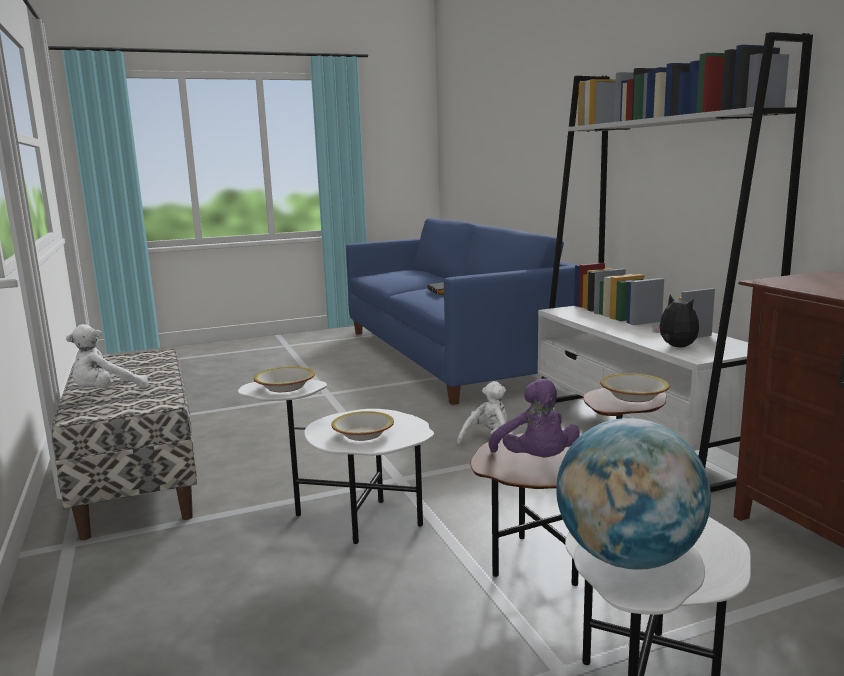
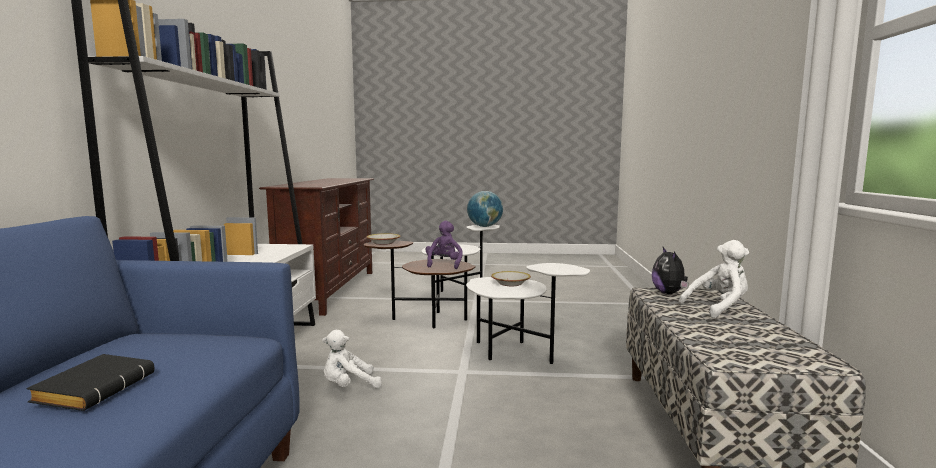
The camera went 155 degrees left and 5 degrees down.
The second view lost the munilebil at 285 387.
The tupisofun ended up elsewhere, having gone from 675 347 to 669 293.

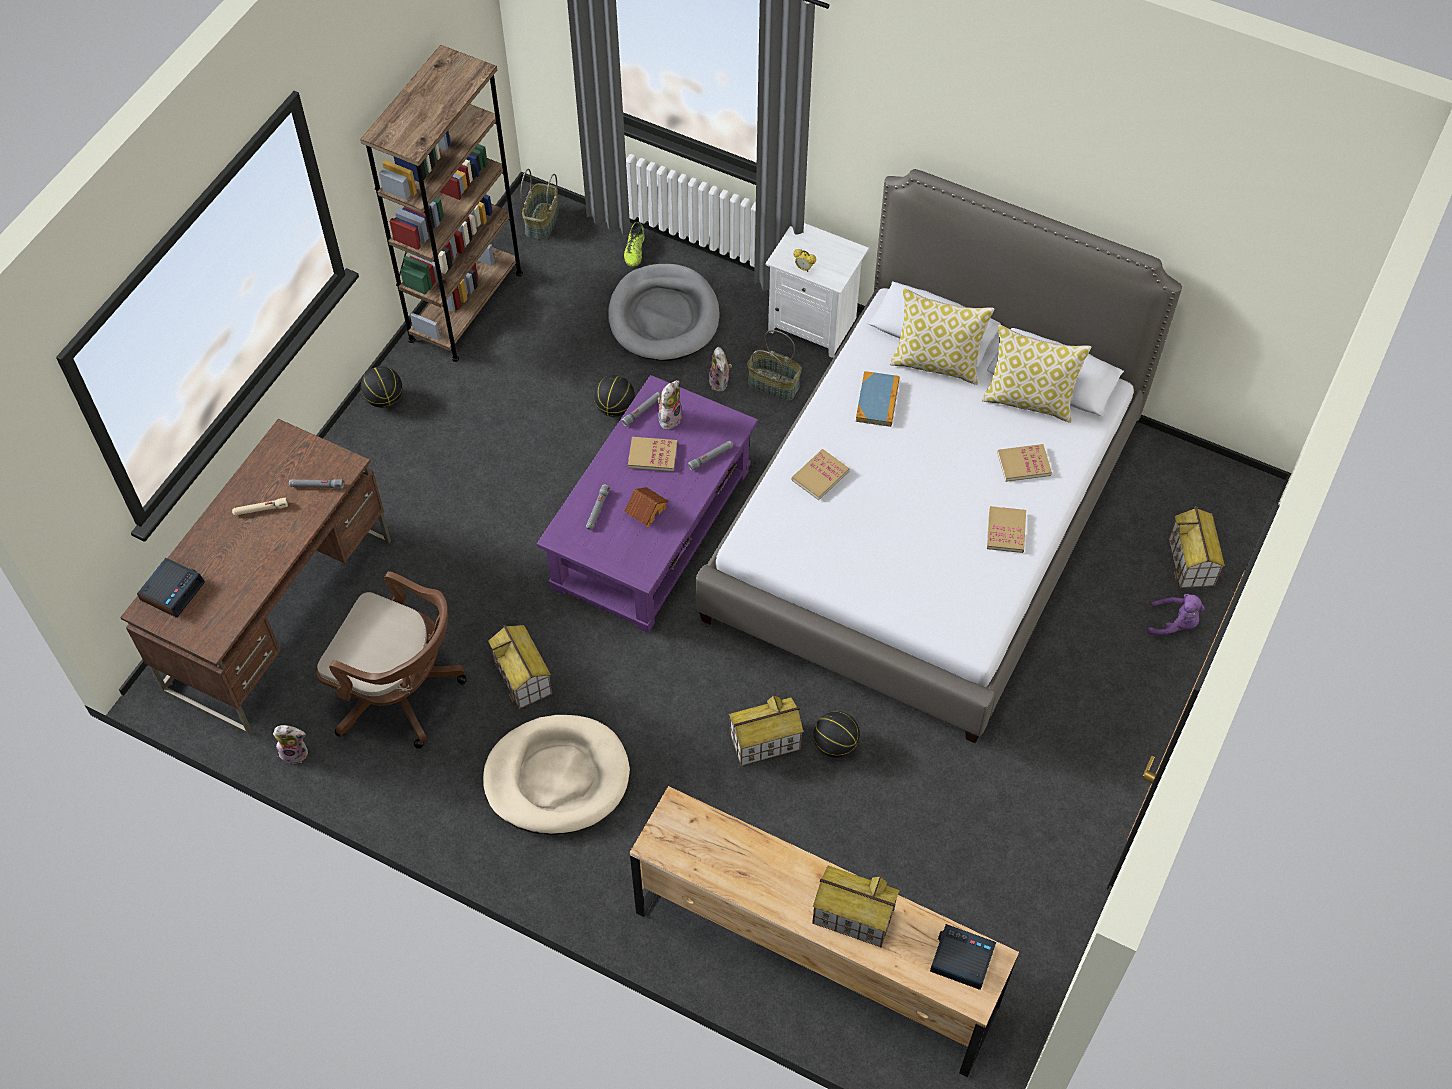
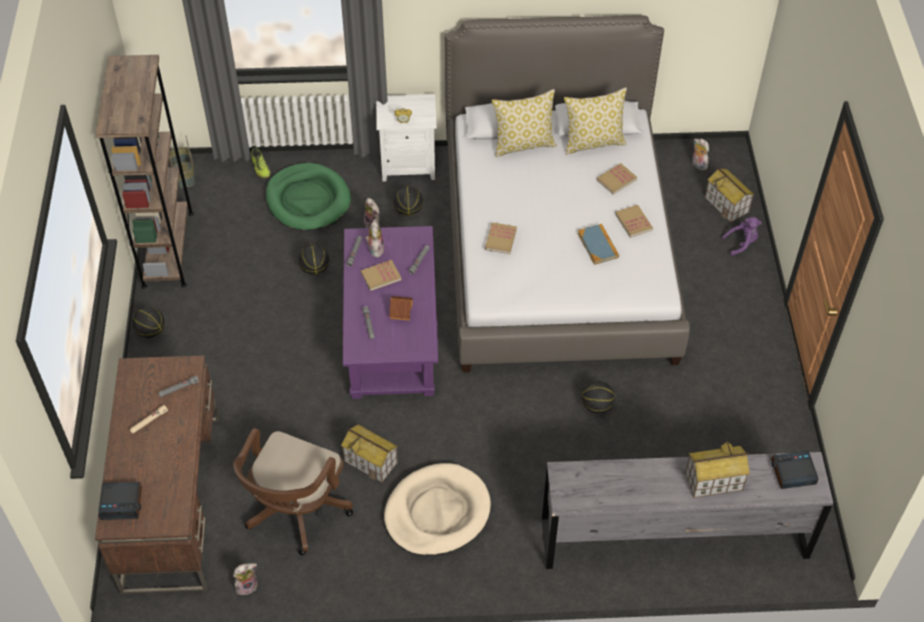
The camera went 30 degrees left and 5 degrees down.
The second view lost the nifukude at 764 742.
The second view gained the tupisofun at 698 165.
The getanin ended up elsewhere, having gone from 877 401 to 598 245.
Where the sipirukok stood at 774 384, the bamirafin came to stand at 408 210.
What was the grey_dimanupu at 664 316 turned into the green_dimanupu at 308 200.
What was the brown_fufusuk at 815 959 turned into the grey_fufusuk at 674 538.
The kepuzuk at 172 590 ended up facing another way, 90 degrees clockwise from before.
The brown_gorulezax at 401 694 ended up facing another way, 120 degrees clockwise from before.

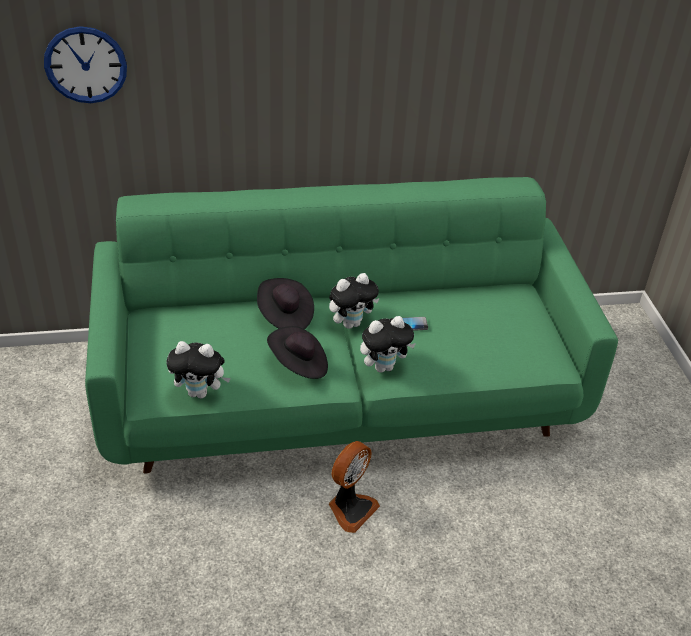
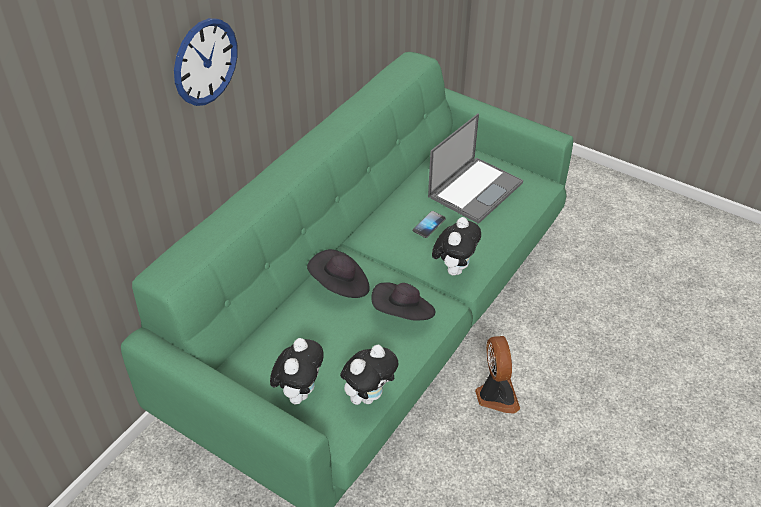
The camera went 45 degrees left and 5 degrees up.
The second view gained the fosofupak at 475 189.
The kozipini ended up elsewhere, having gone from 85 65 to 205 62.
The tupisofun ended up elsewhere, having gone from 351 323 to 299 392.

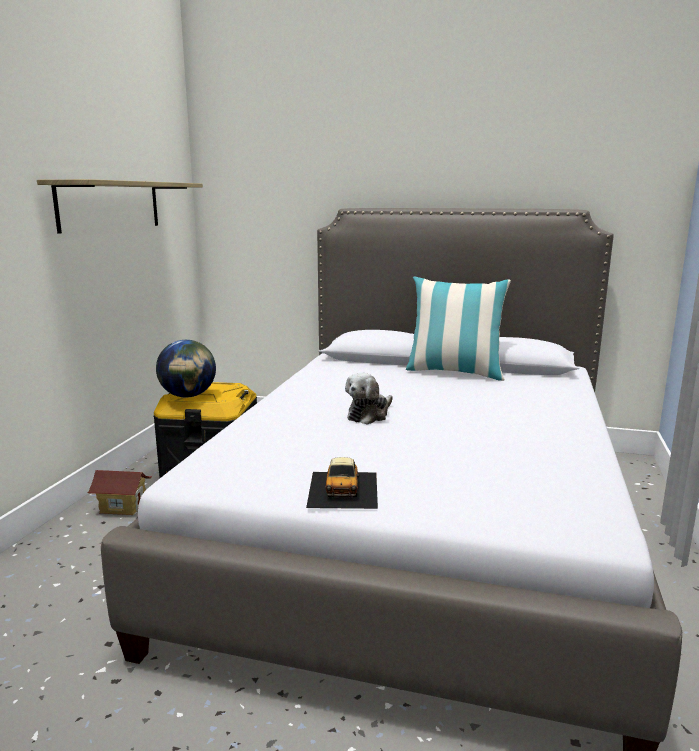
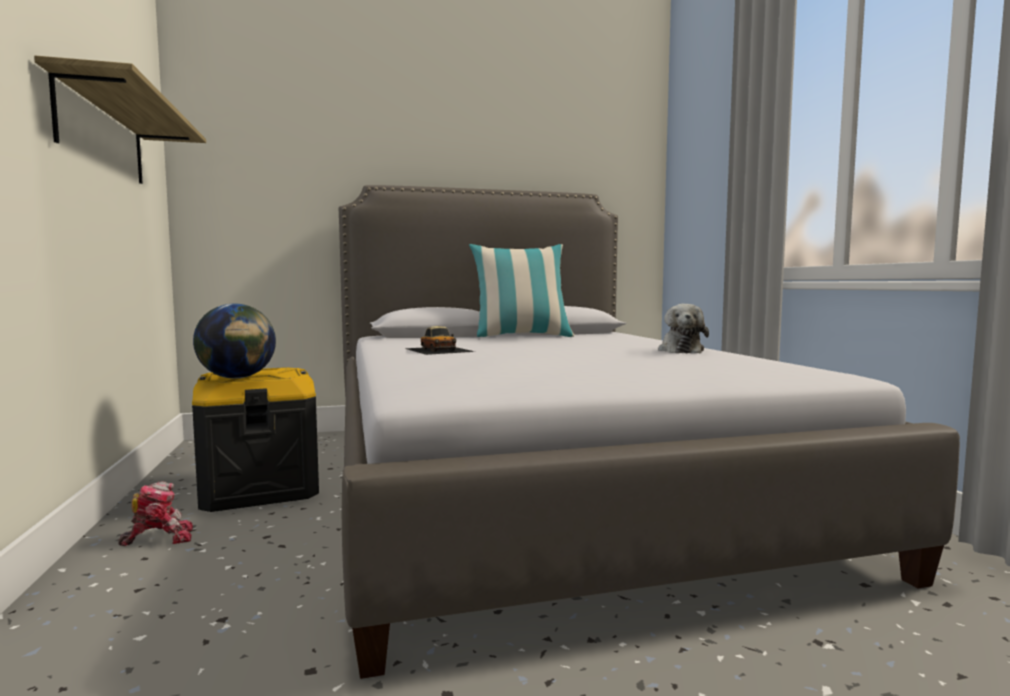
The camera went 30 degrees left and 10 degrees down.
The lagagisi ended up elsewhere, having gone from 343 488 to 439 350.
The tupisofun ended up elsewhere, having gone from 369 415 to 680 350.
Where the nifukude stood at 123 507, the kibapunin came to stand at 159 538.

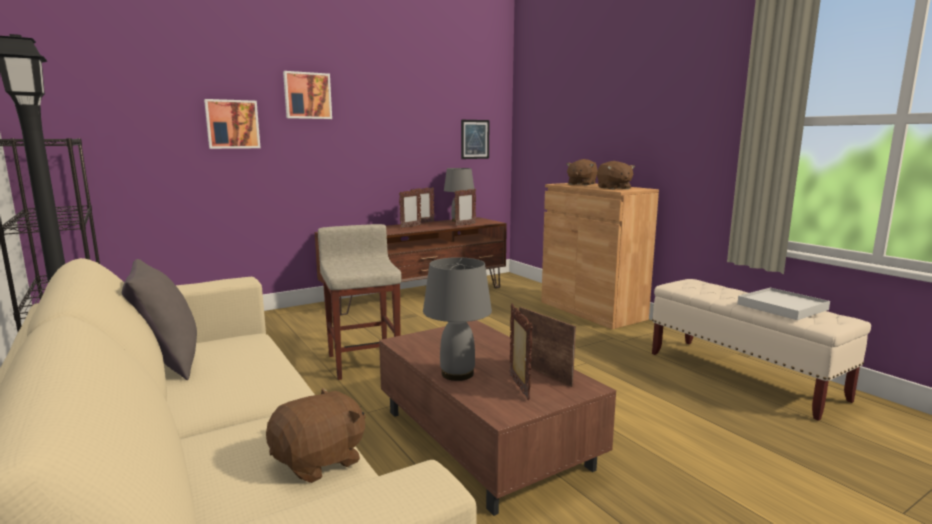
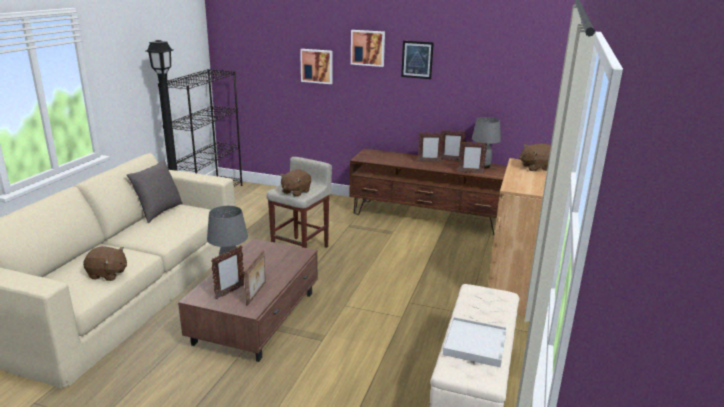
The camera went 50 degrees right and 10 degrees up.
The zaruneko ended up elsewhere, having gone from 475 139 to 417 59.
The brown_tupisofun ended up elsewhere, having gone from 613 188 to 295 192.

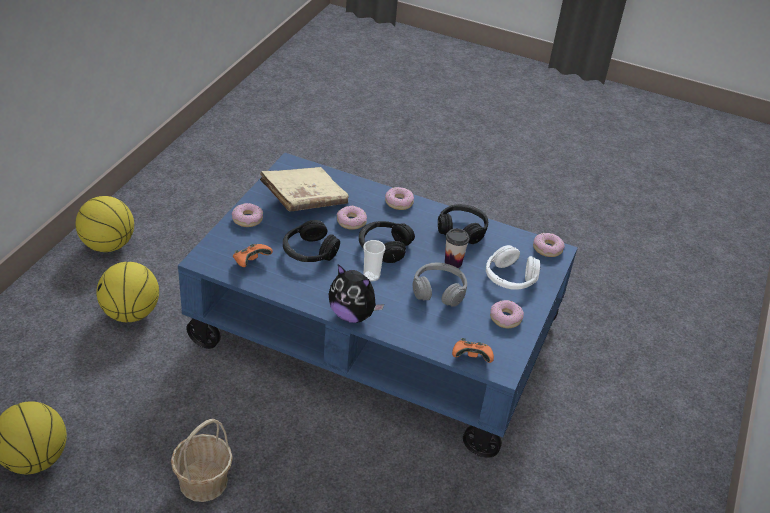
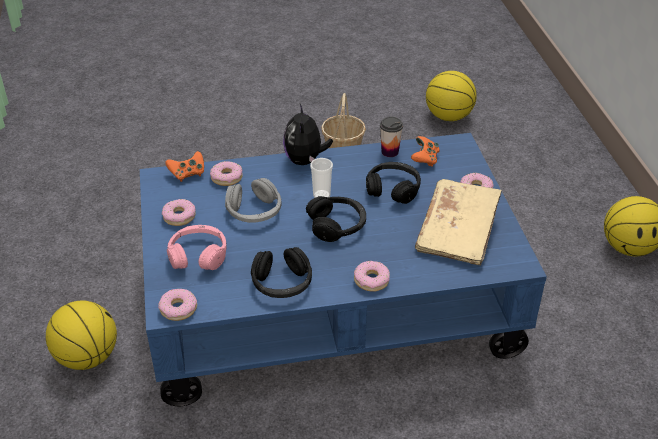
The camera went 150 degrees right and 0 degrees up.
The bamirafin ended up elsewhere, having gone from 130 313 to 87 357.
The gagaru ended up elsewhere, having gone from 351 221 to 227 178.
The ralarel ended up elsewhere, having gone from 453 263 to 390 152.
What was the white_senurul at 510 278 turned into the pink_senurul at 198 255.
The tupisofun at 352 315 ended up facing another way, 90 degrees counterclockwise from before.

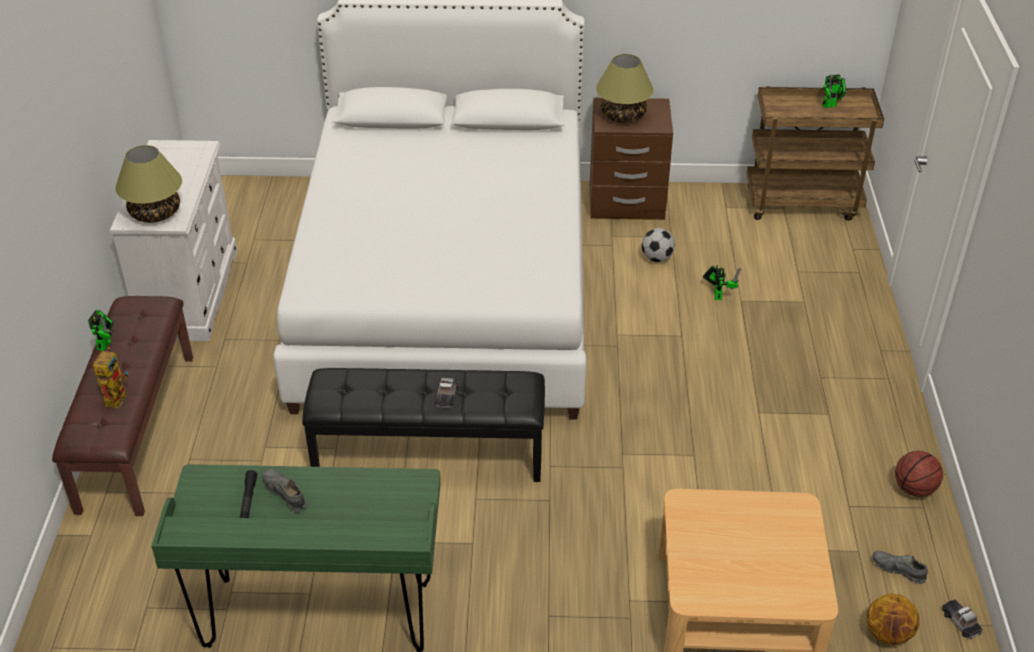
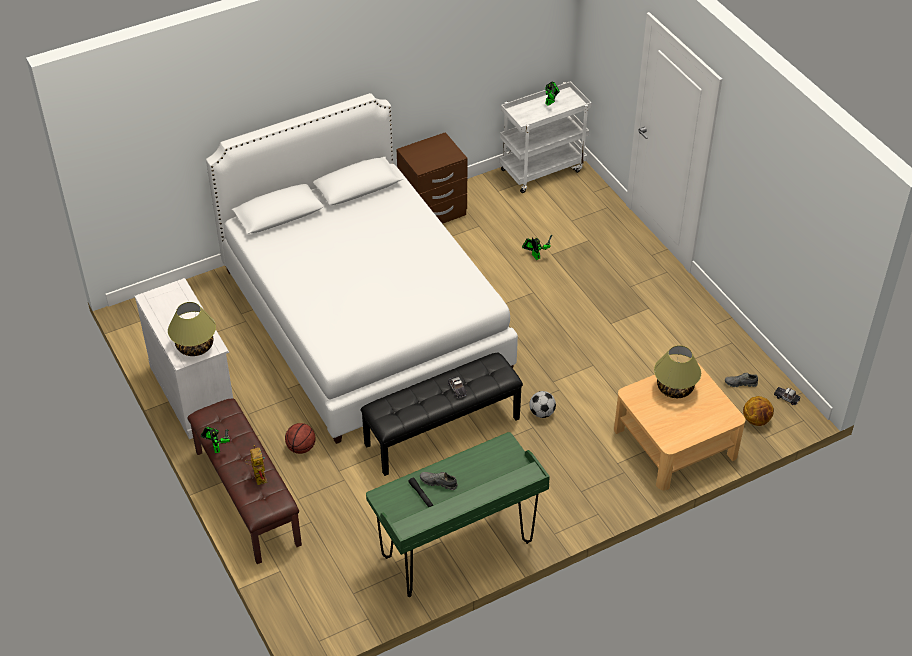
The camera went 30 degrees left and 5 degrees up.
The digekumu ended up elsewhere, having gone from 622 115 to 674 388.
The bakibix ended up elsewhere, having gone from 656 258 to 541 413.
The bamirafin ended up elsewhere, having gone from 914 489 to 301 448.
What was the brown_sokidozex at 803 202 turned into the white_sokidozex at 542 169.

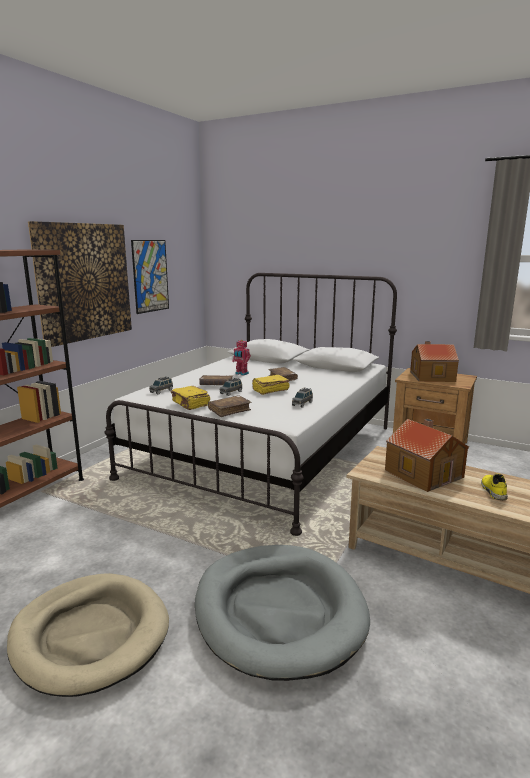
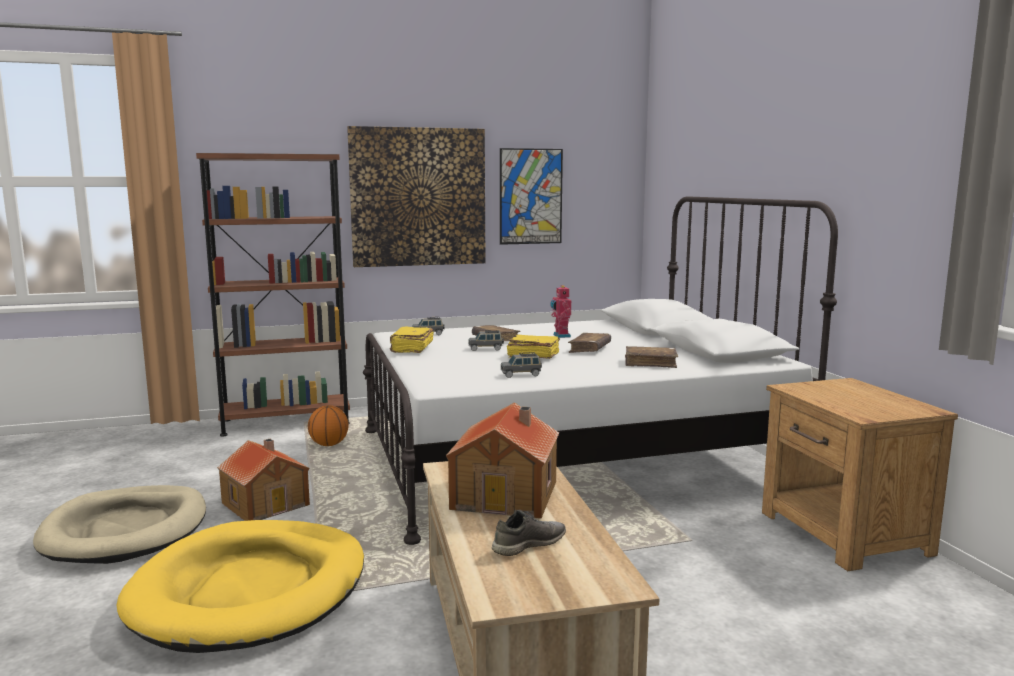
The camera went 45 degrees right and 5 degrees down.
The second view gained the bamirafin at 329 444.
The brown_getanin ended up elsewhere, having gone from 229 410 to 650 363.
The nifukude ended up elsewhere, having gone from 431 376 to 266 503.
What was the grey_dimanupu at 279 611 turned into the yellow_dimanupu at 251 590.
What was the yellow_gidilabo at 492 491 turned into the grey_gidilabo at 528 544.

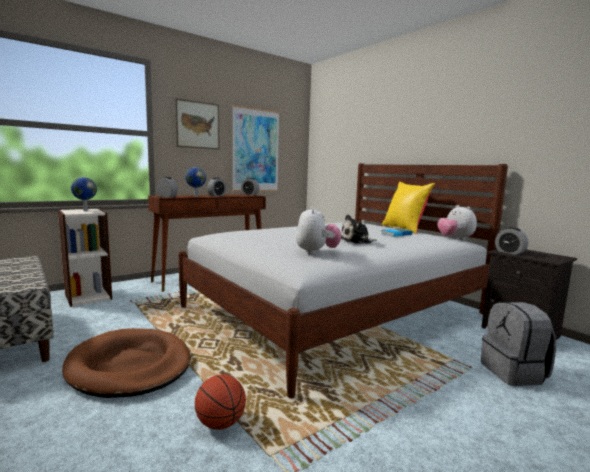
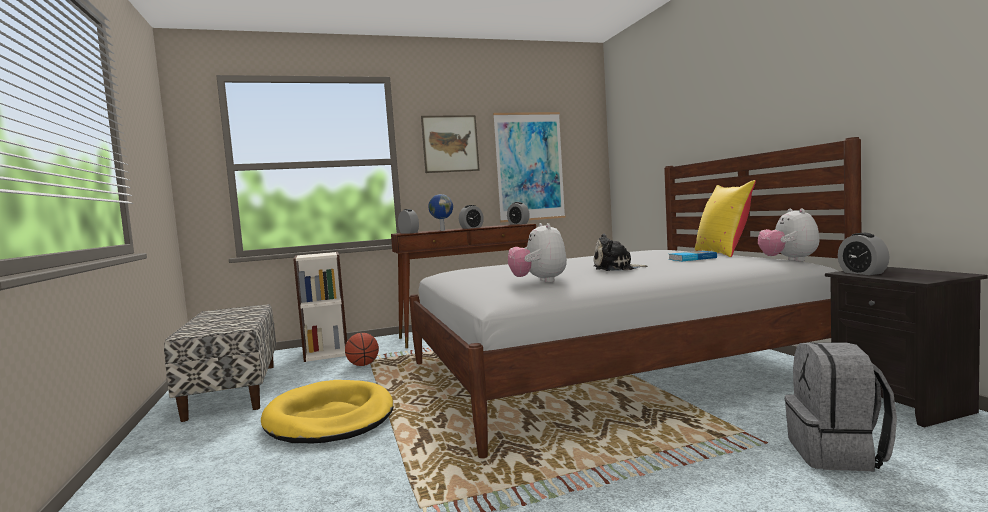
The camera went 20 degrees right and 5 degrees down.
The second view lost the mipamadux at 85 210.
The bamirafin ended up elsewhere, having gone from 220 423 to 363 365.
What was the brown_dimanupu at 130 366 turned into the yellow_dimanupu at 330 418.
The tupisofun at 316 252 ended up facing another way, 150 degrees clockwise from before.

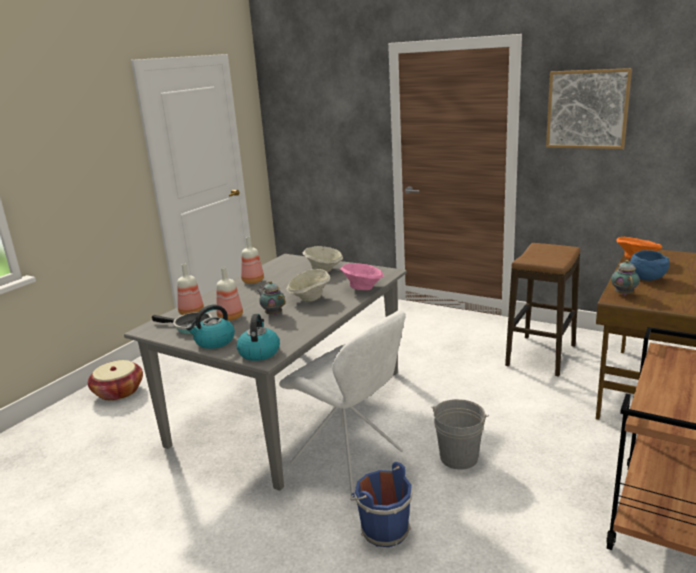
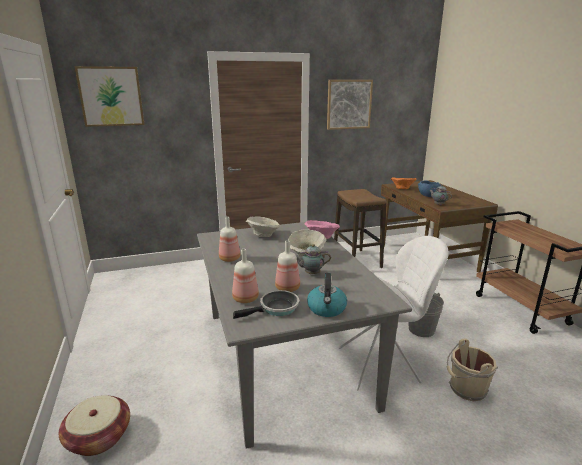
The camera went 50 degrees left and 0 degrees up.
The second view lost the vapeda at 259 352.
The second view gained the zaruneko at 111 96.
What was the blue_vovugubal at 383 529 turned into the beige_vovugubal at 466 389.

